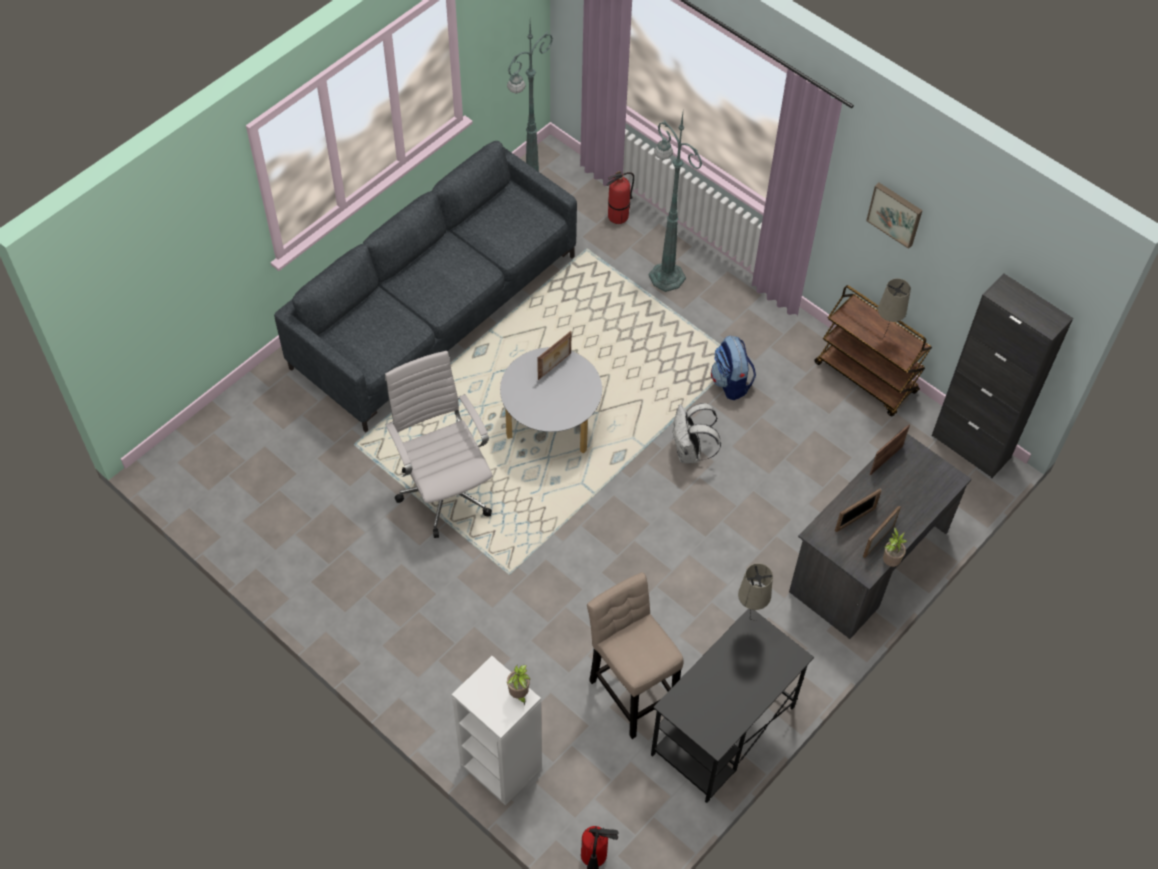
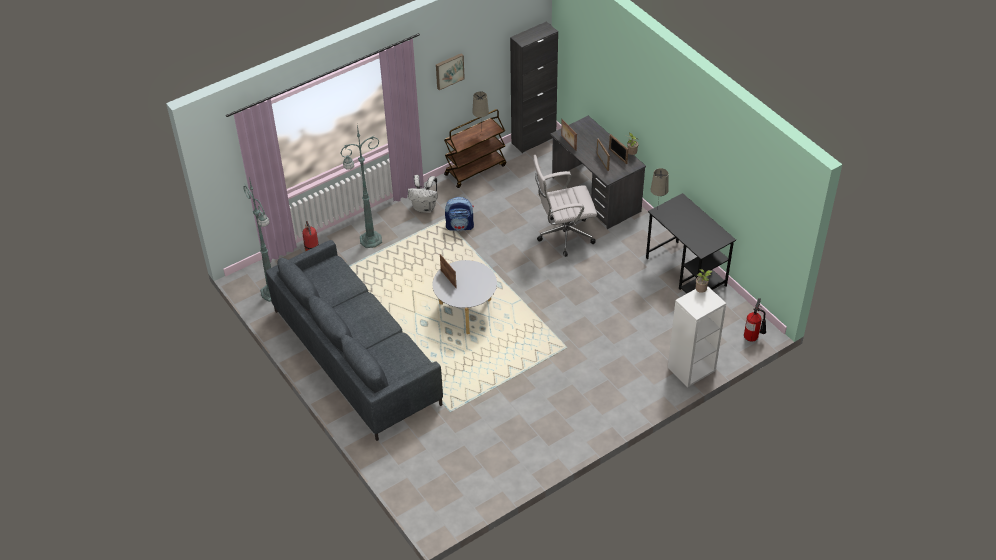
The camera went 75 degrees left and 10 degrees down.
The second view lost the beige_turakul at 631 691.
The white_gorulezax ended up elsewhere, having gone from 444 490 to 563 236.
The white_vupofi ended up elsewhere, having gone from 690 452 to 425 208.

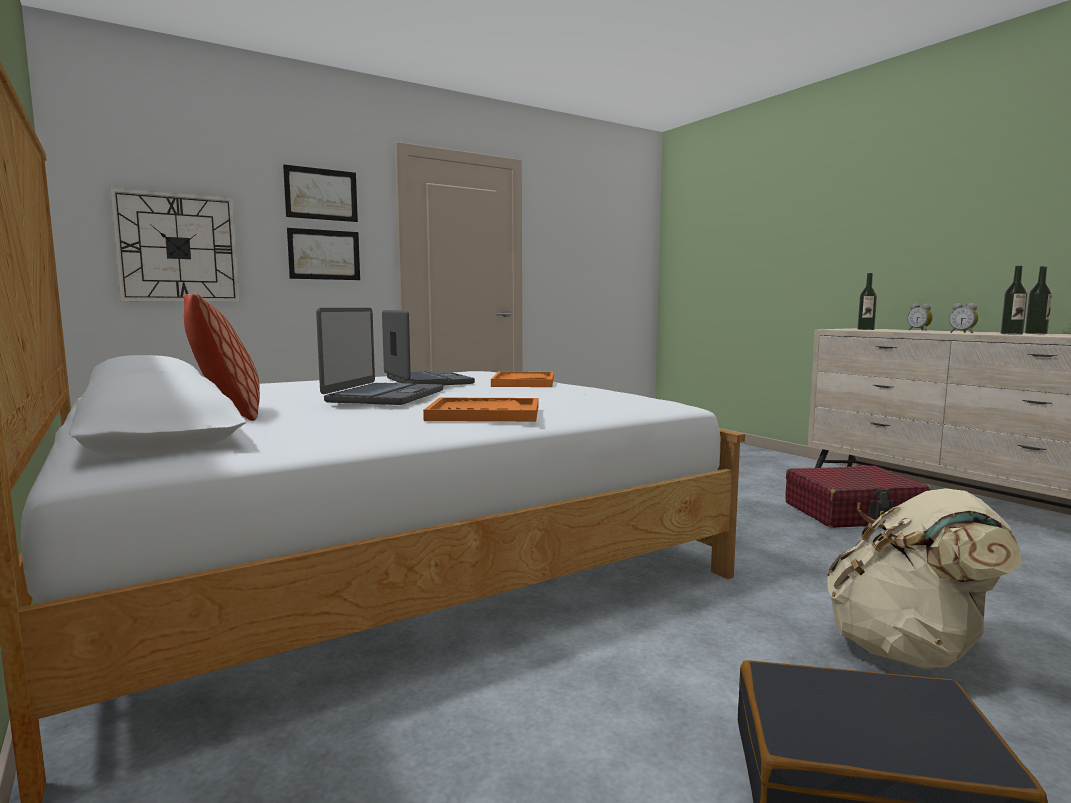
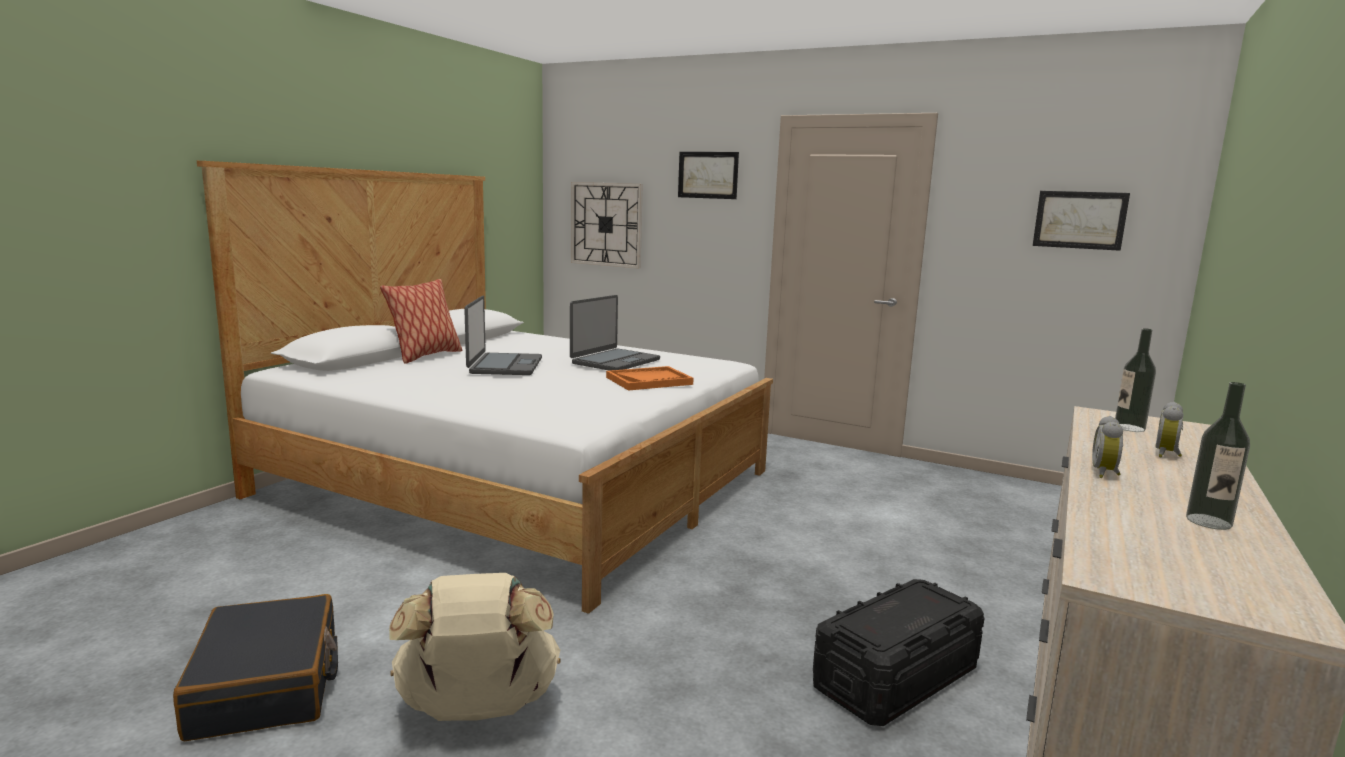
The camera went 60 degrees right and 5 degrees up.
The second view lost the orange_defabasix at 484 414.
The second view lost the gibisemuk at 1011 334.
The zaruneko ended up elsewhere, having gone from 324 254 to 1079 220.
Where the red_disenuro stood at 854 513, the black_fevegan came to stand at 896 678.
The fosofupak at 384 396 ended up facing another way, 75 degrees counterclockwise from before.

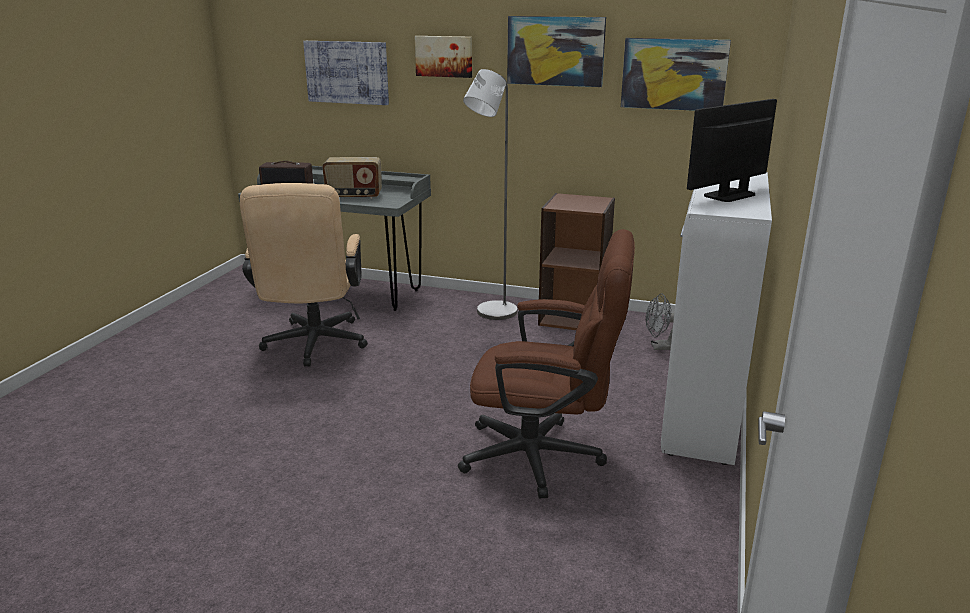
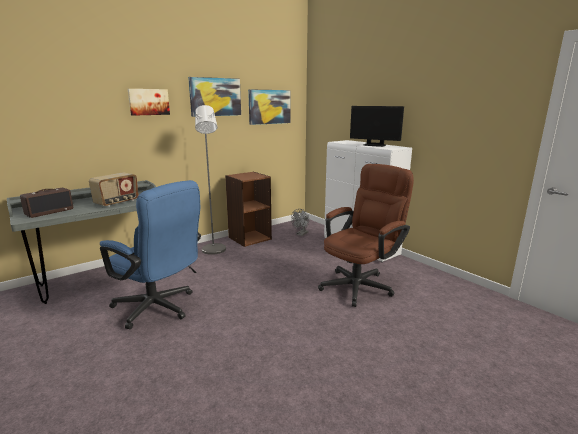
The camera went 55 degrees left and 5 degrees down.
The second view lost the zaruneko at 347 72.
What was the beige_gorulezax at 313 346 turned into the blue_gorulezax at 159 309.
The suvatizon at 729 195 ended up facing another way, 60 degrees counterclockwise from before.

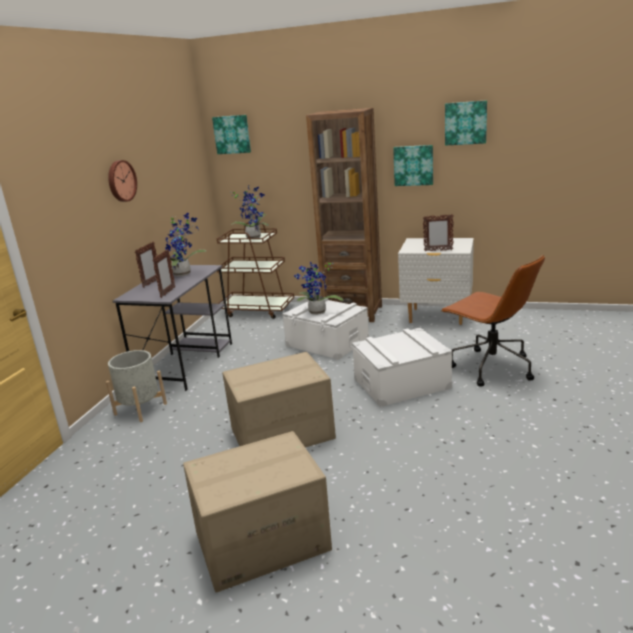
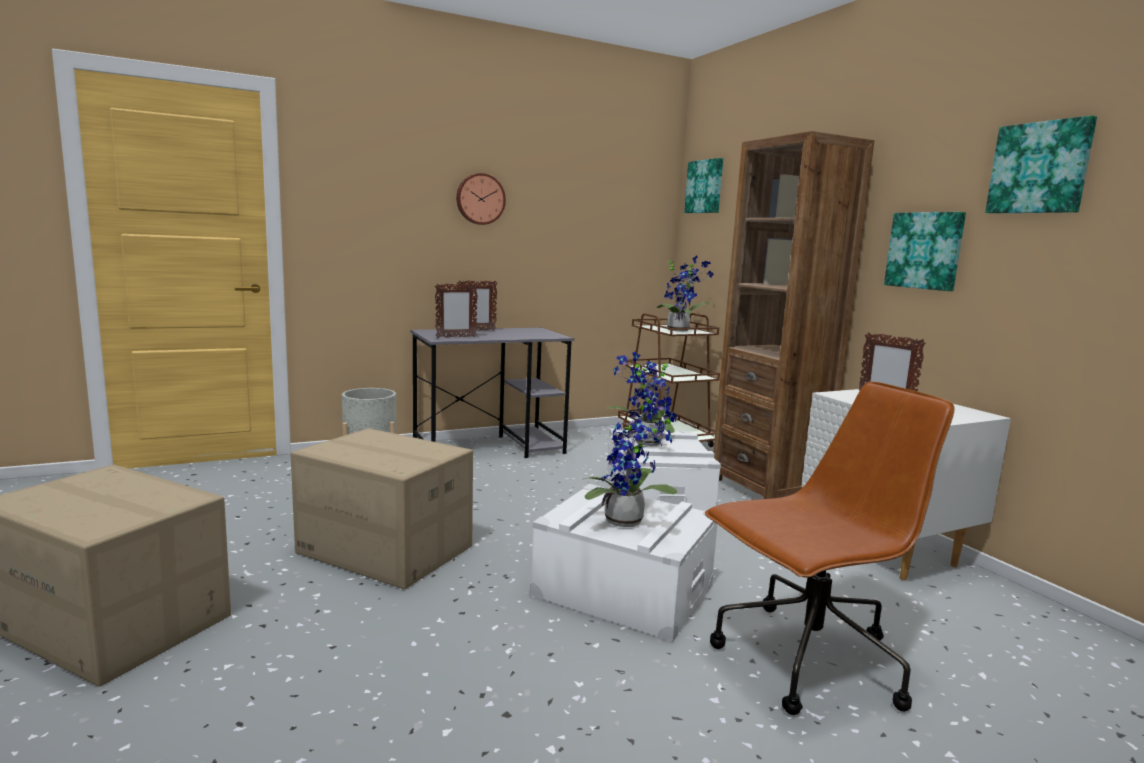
The camera went 45 degrees right and 10 degrees down.
The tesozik ended up elsewhere, having gone from 184 273 to 628 522.
The brown_gorulezax at 490 367 ended up facing another way, 120 degrees counterclockwise from before.

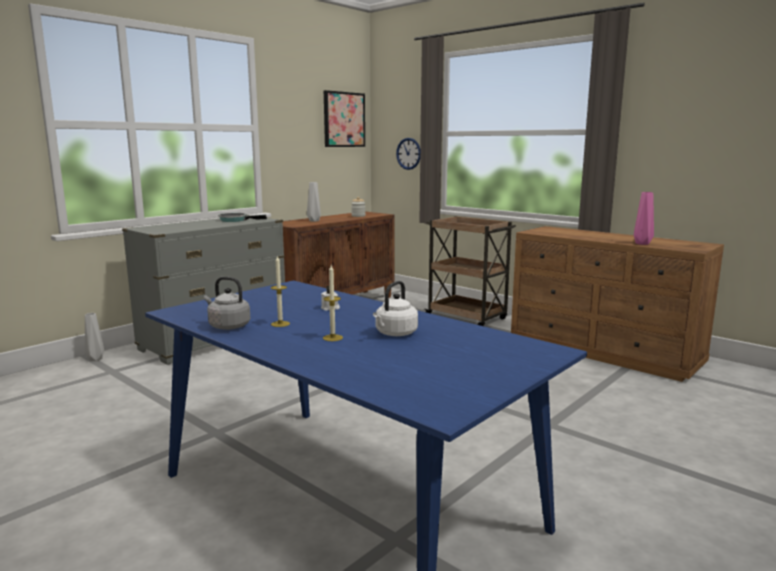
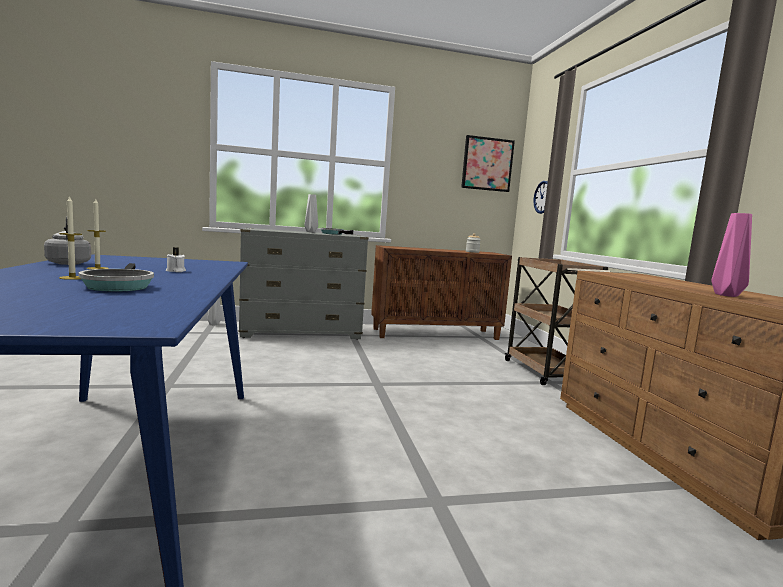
The camera went 35 degrees right and 5 degrees down.
The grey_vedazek ended up elsewhere, having gone from 314 221 to 310 232.
Where the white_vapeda stood at 395 334, the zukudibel came to stand at 118 286.

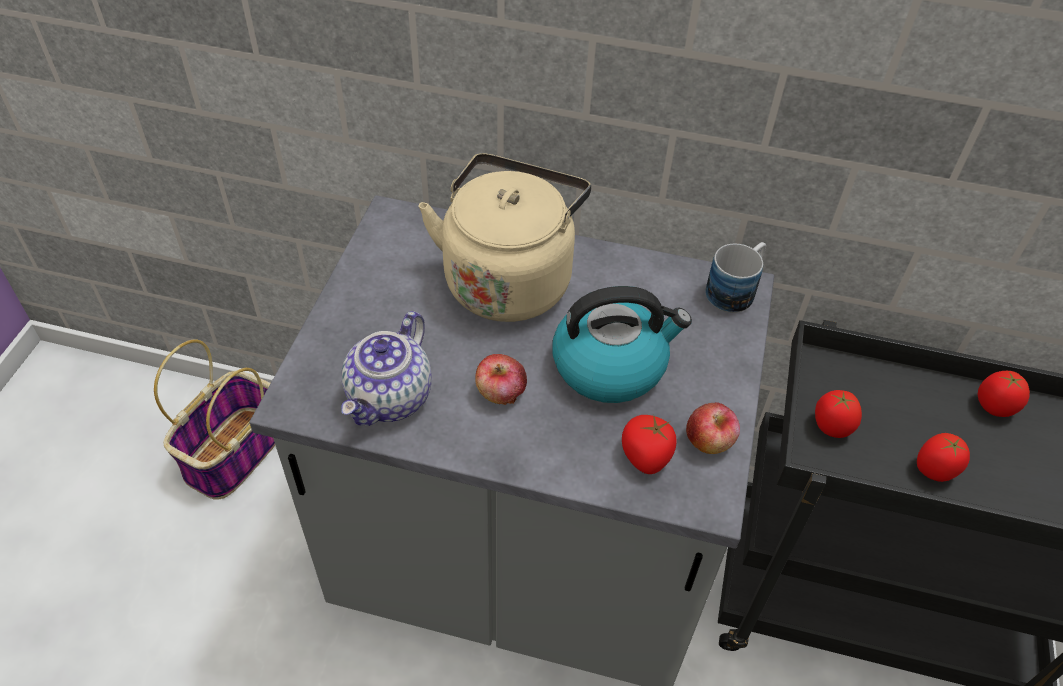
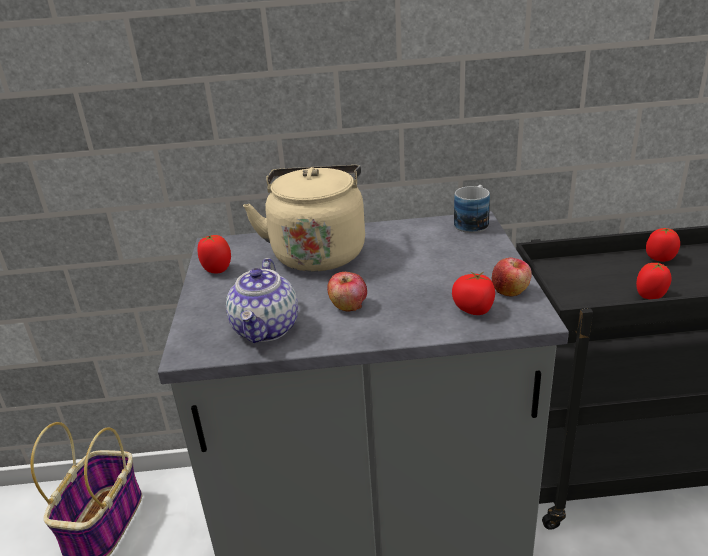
The camera went 15 degrees left and 20 degrees down.
The second view lost the vapeda at 611 365.
The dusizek ended up elsewhere, having gone from 831 427 to 217 270.

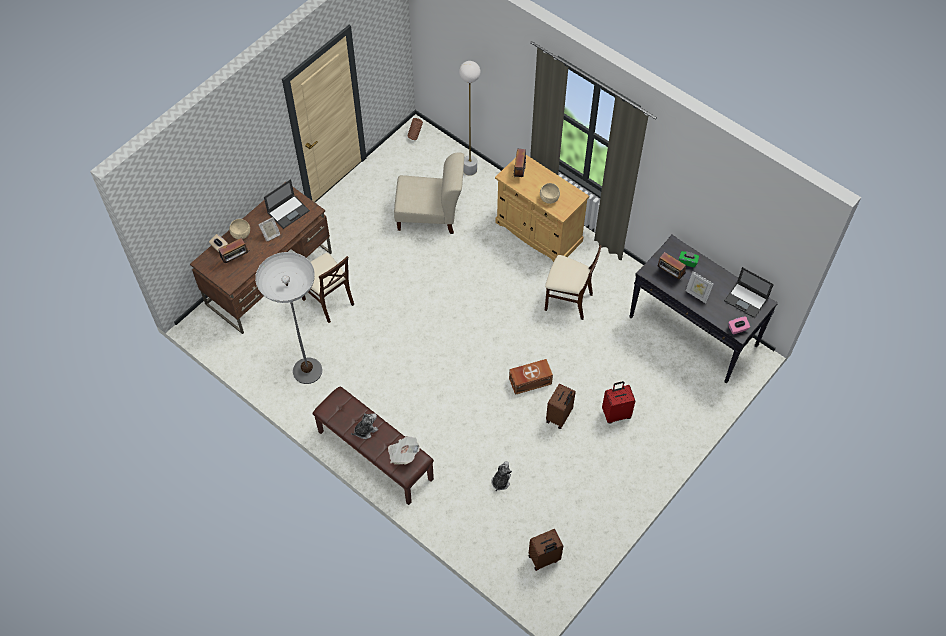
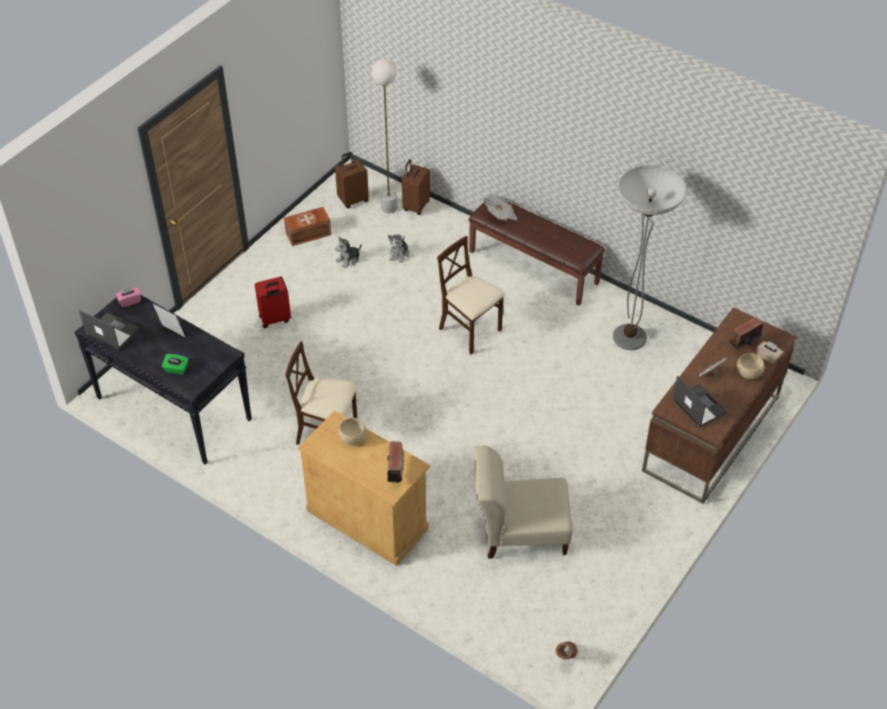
The camera went 175 degrees right and 10 degrees down.
The second view lost the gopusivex at 669 274.
The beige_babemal ended up elsewhere, having gone from 328 300 to 470 330.
The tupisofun ended up elsewhere, having gone from 365 430 to 348 260.
The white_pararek ended up elsewhere, having gone from 469 170 to 389 207.
The brown_fevegan ended up elsewhere, having gone from 529 381 to 309 234.
The brown_disenuro ended up elsewhere, having gone from 559 416 to 415 206.
The fosofupak at 288 211 ended up facing another way, 105 degrees clockwise from before.

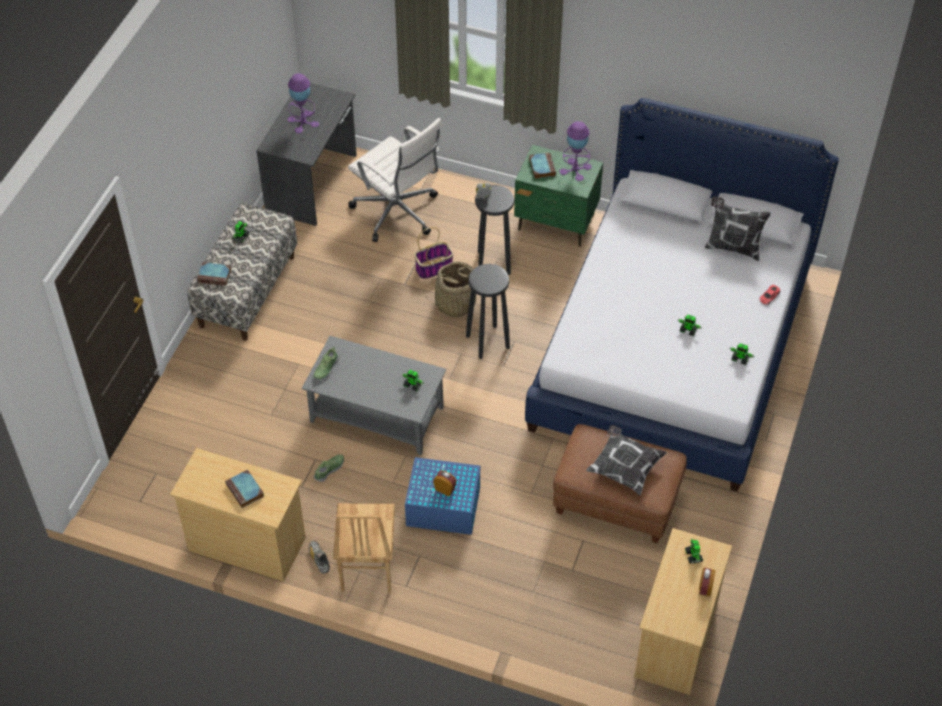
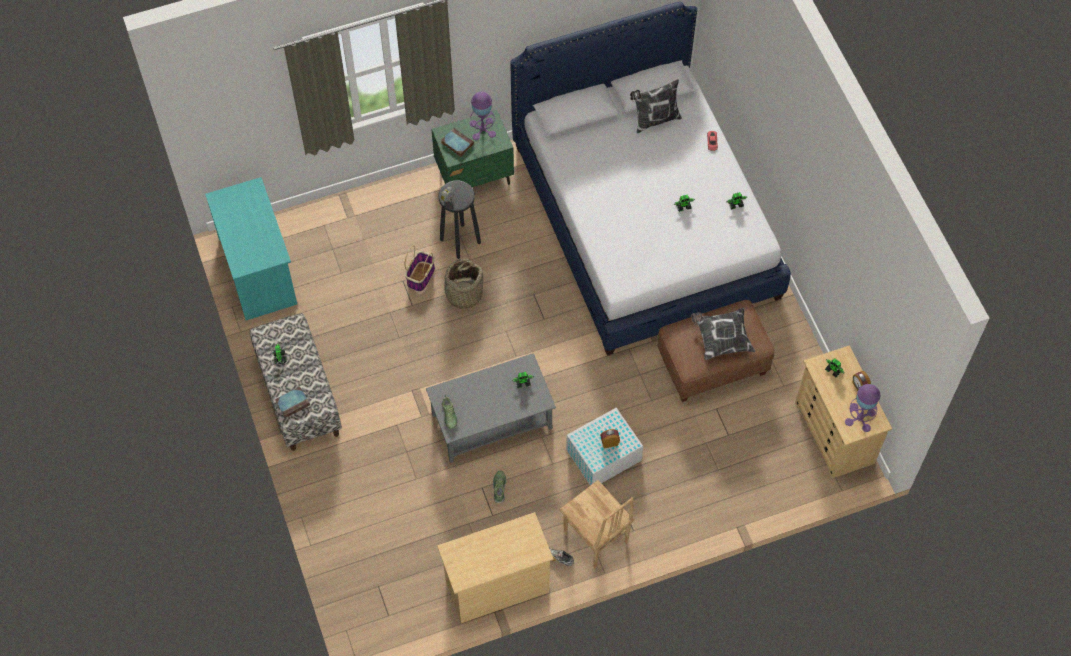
The camera went 40 degrees left and 10 degrees up.
The second view lost the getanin at 245 491.
The second view lost the white_gorulezax at 397 213.
The second view lost the black_turakul at 487 341.
The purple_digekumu ended up elsewhere, having gone from 303 122 to 860 417.
What was the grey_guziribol at 313 183 turned into the turquoise_guziribol at 258 270.
What was the blue_fevegan at 442 506 turned into the white_fevegan at 602 455.

